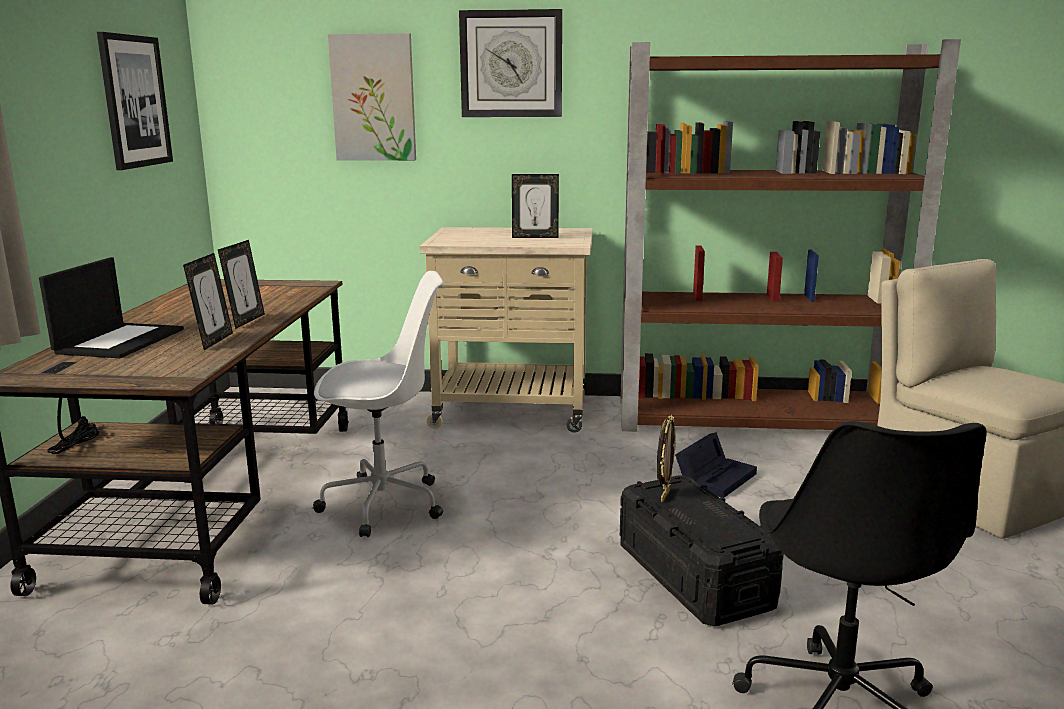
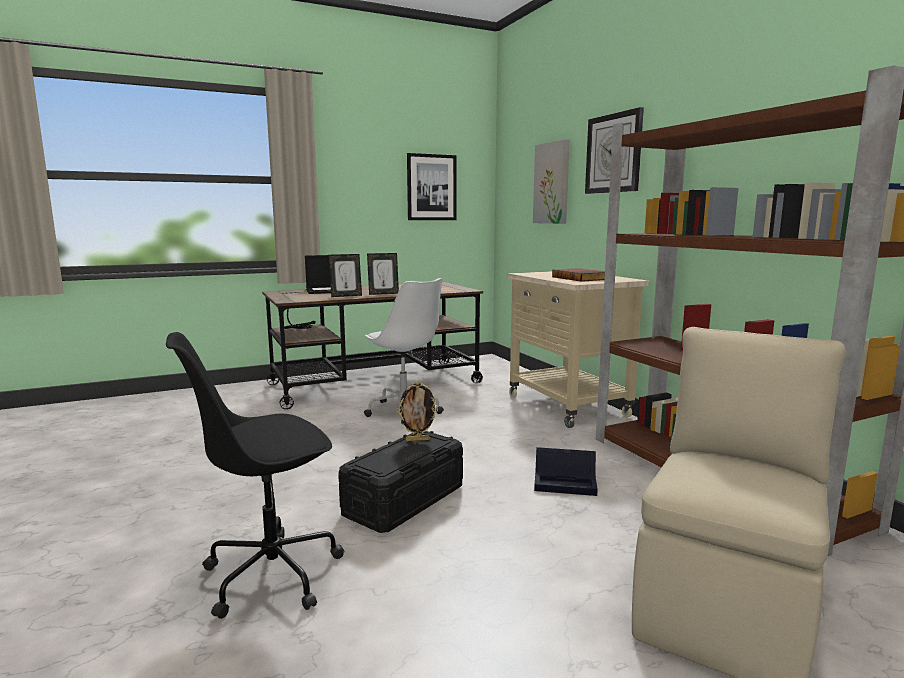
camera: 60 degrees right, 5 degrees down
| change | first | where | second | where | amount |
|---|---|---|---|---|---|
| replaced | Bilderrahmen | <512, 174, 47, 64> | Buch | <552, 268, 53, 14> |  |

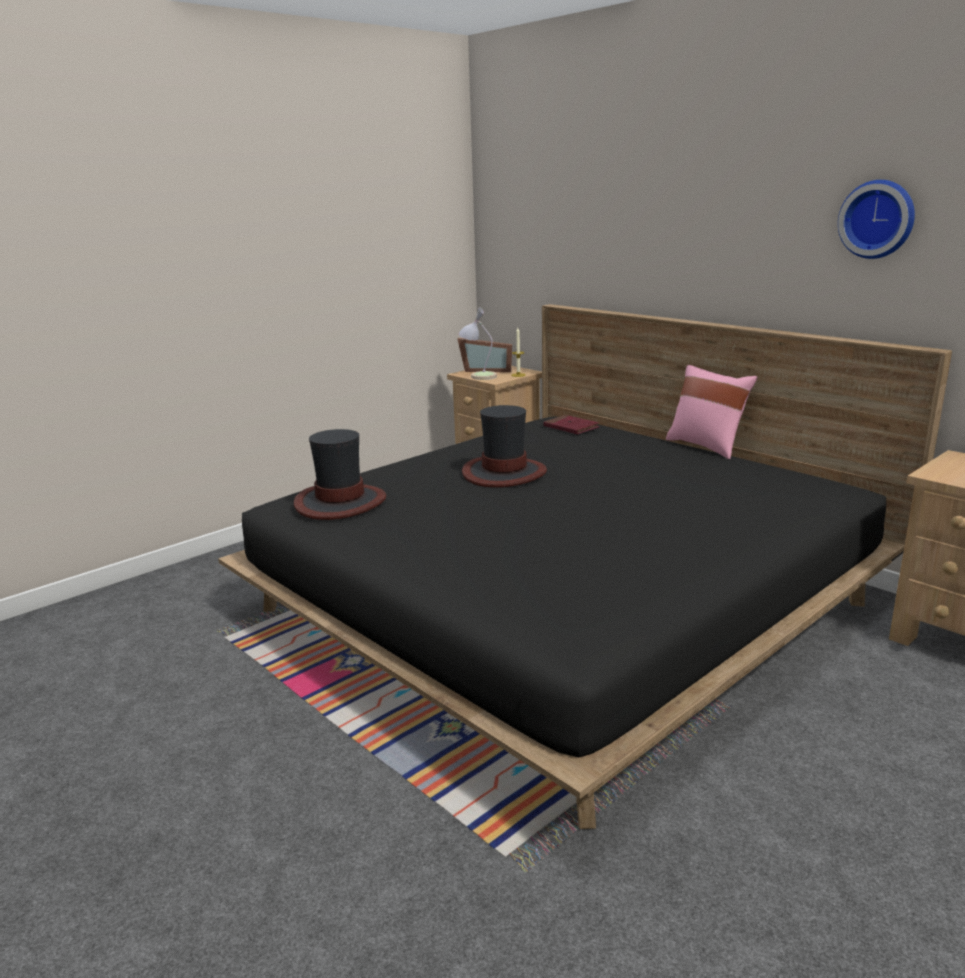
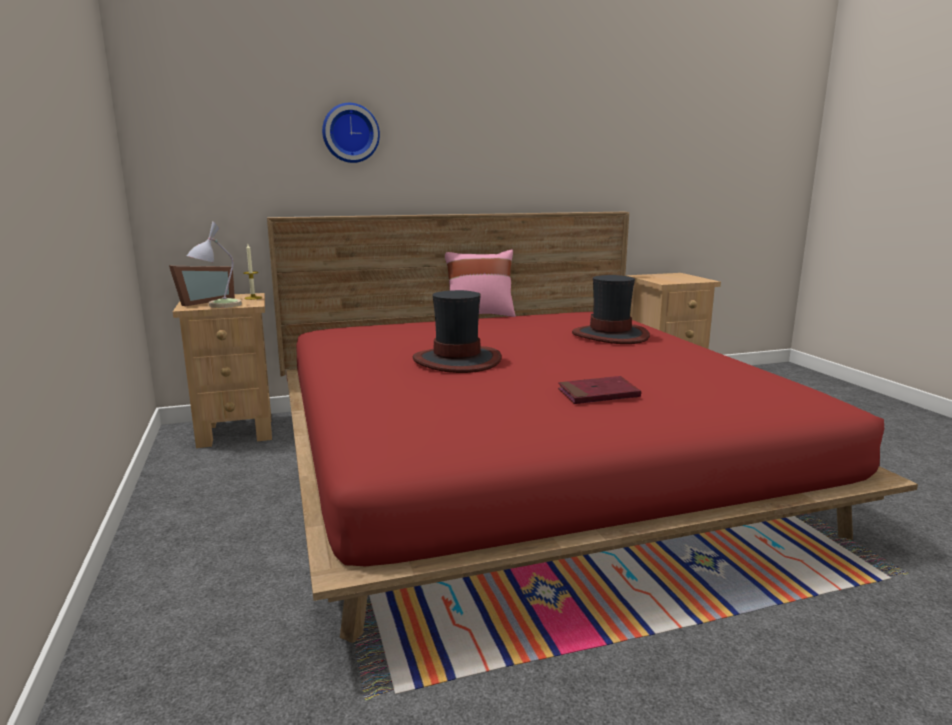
camera: 65 degrees left, 5 degrees down
| change | first | where | second | where | amount |
|---|---|---|---|---|---|
| moved | Wanduhr | <838, 180, 77, 79> |  | <322, 103, 58, 60> |  |
| recoloured | Bett [schwarz] | <218, 304, 734, 525> | Bett [rot] | <267, 212, 651, 431> |  |
| moved | Buch [rot] | <543, 415, 56, 19> |  | <558, 376, 83, 28> |  |
| moved | Hut | <294, 429, 92, 91> |  | <572, 275, 78, 69> |  |

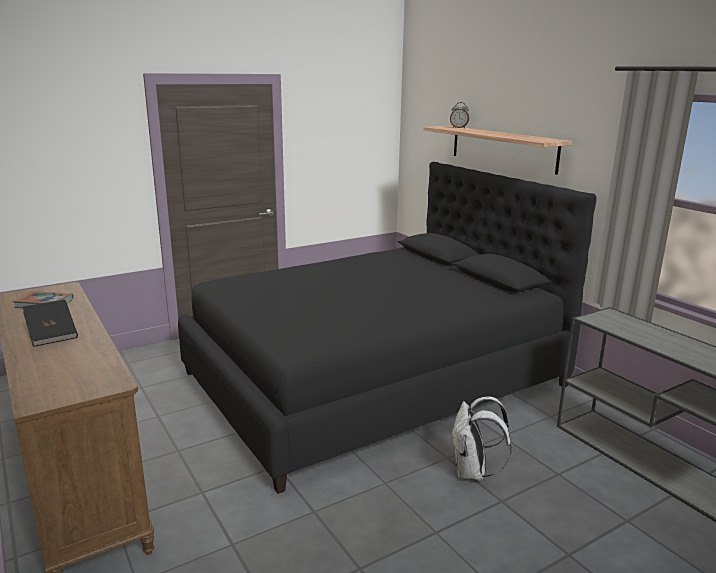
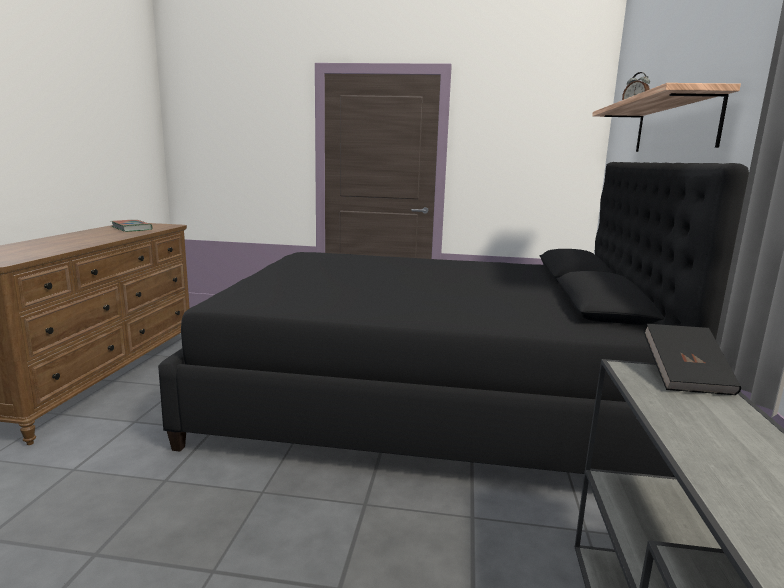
camera: 40 degrees right, 5 degrees down
| change | first | where | second | where | amount |
|---|---|---|---|---|---|
| moved | Buch [schwarz] | <23, 300, 55, 47> |  | <643, 324, 98, 71> |  |
| removed | Rucksack [weiß] | <452, 396, 60, 84> |  |  |  |

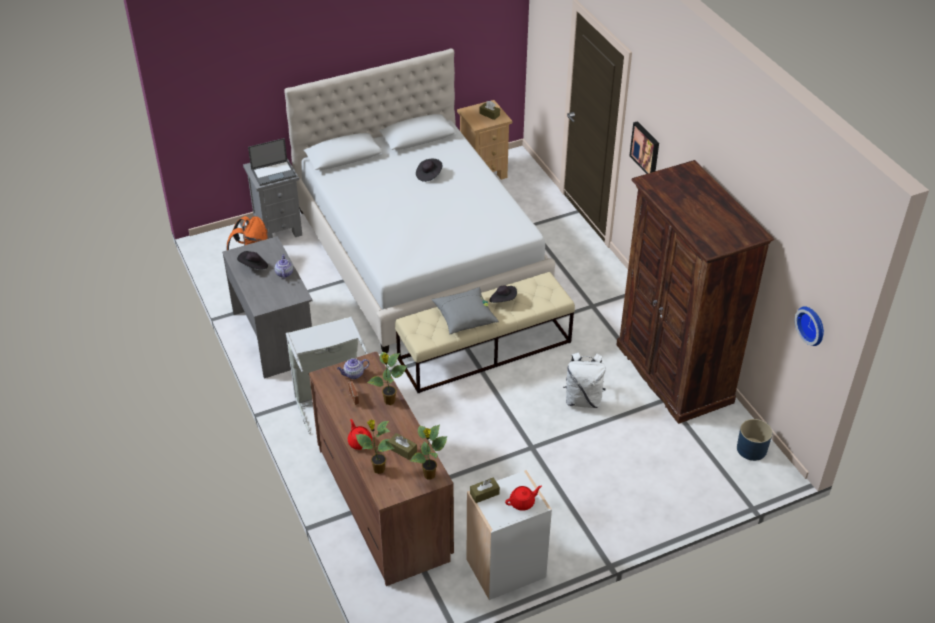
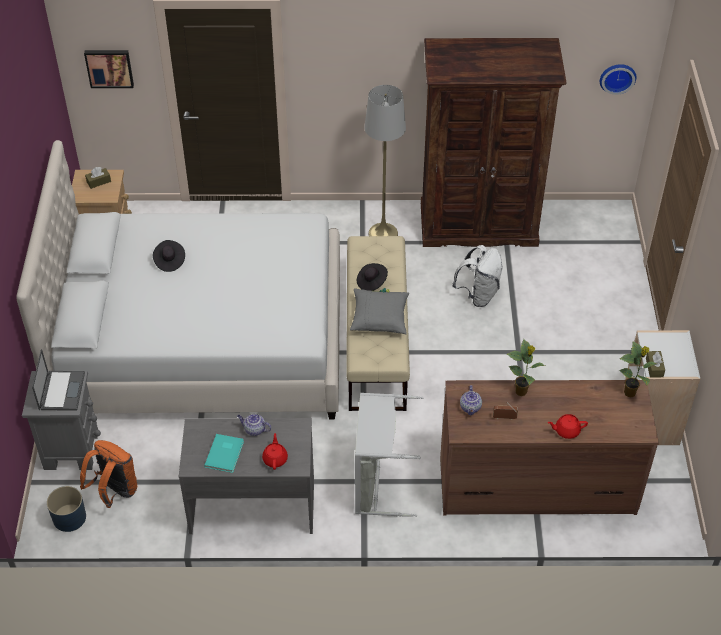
camera: 65 degrees left, 5 degrees up
| change | first | where | second | where | amount |
|---|---|---|---|---|---|
| moved | Bild | <629, 121, 30, 53> |  | <84, 50, 50, 38> |  |
| replaced | Hut [schwarz] | <237, 251, 31, 18> | Buch [türkis] | <204, 434, 40, 39> |  |
| moved | Pflanzkübel [blau] | <737, 419, 35, 42> |  | <47, 486, 39, 46> |  |
| removed | Topfpflanze | <355, 420, 40, 54> |  |  |  |
| removed | Taschentuchbox [braun] | <388, 433, 29, 27> |  |  |  |
| moved | Teekanne [rot] | <505, 486, 37, 25> |  | <262, 433, 26, 37> |  |
| added |  |  | Stehlampe [grau] | <364, 85, 42, 151> |  |

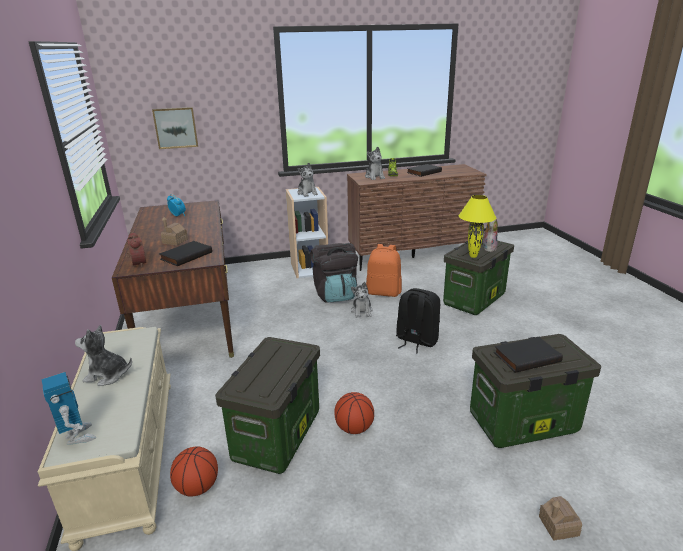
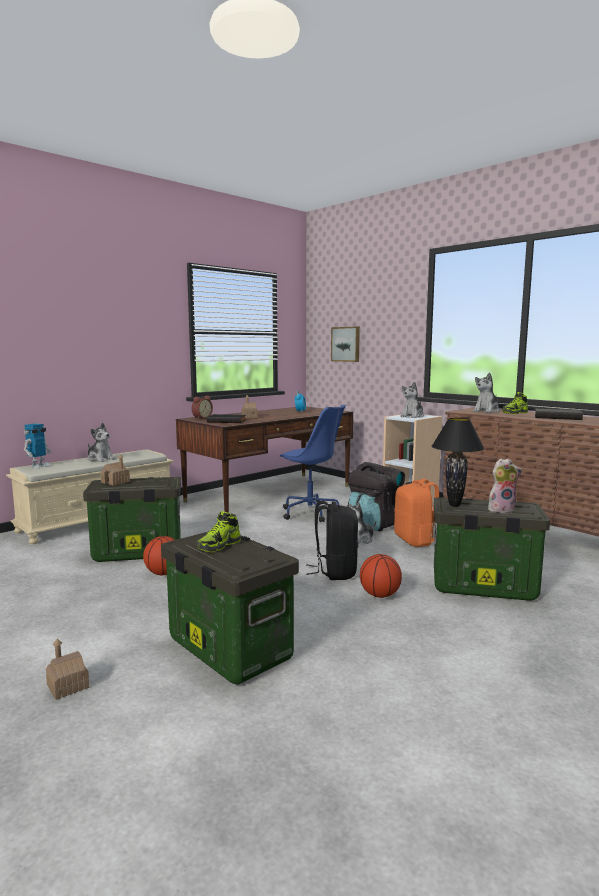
camera: 60 degrees right, 15 degrees down
| change | first | where | second | where | amount |
|---|---|---|---|---|---|
| recoloured | Tischlampe [gelb] | <459, 195, 37, 63> | Tischlampe [schwarz] | <432, 418, 53, 89> |  |
| turned | Plüschtier | <75, 325, 57, 61> |  | <88, 422, 28, 40> | 150 degrees clockwise |
| replaced | Buch [schwarz] | <494, 337, 69, 36> | Schuh | <197, 511, 44, 41> |  |
| moved | Basketball | <170, 447, 48, 49> |  | <360, 554, 42, 44> |  |
| added |  |  | Bürostuhl [blau] | <280, 404, 67, 118> |  |
| added |  |  | Spielzeughaus | <101, 454, 29, 32> |  |

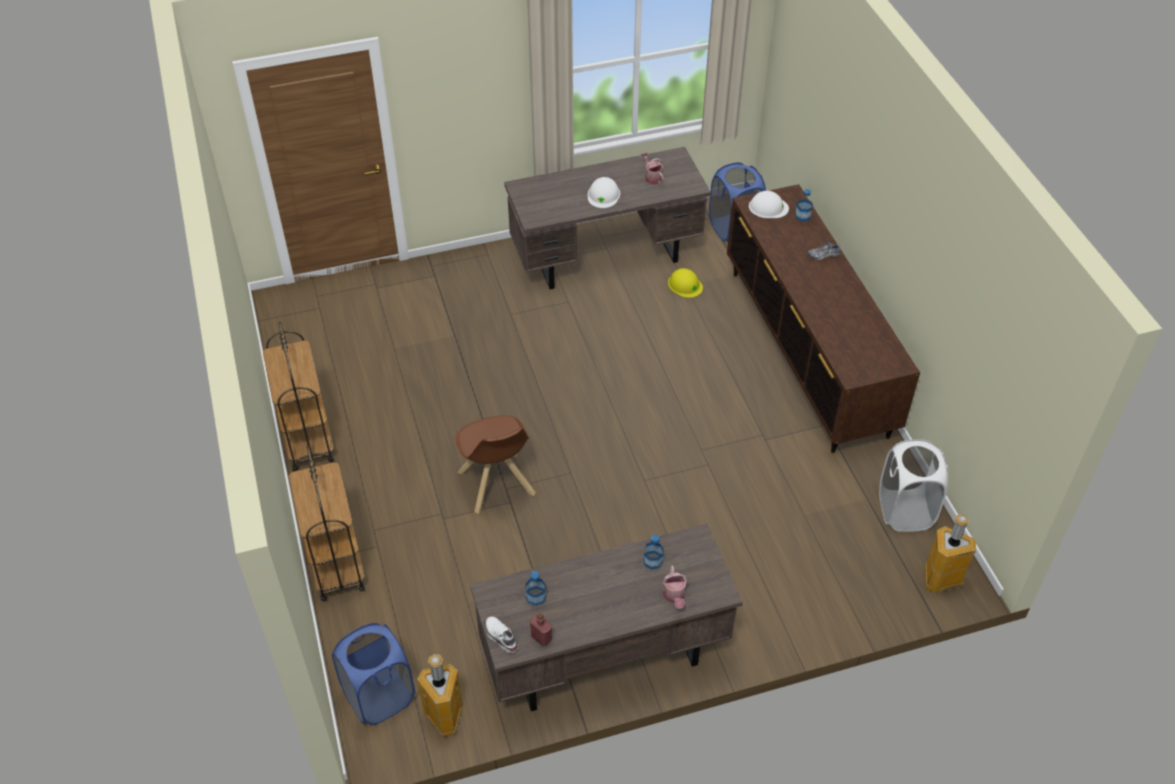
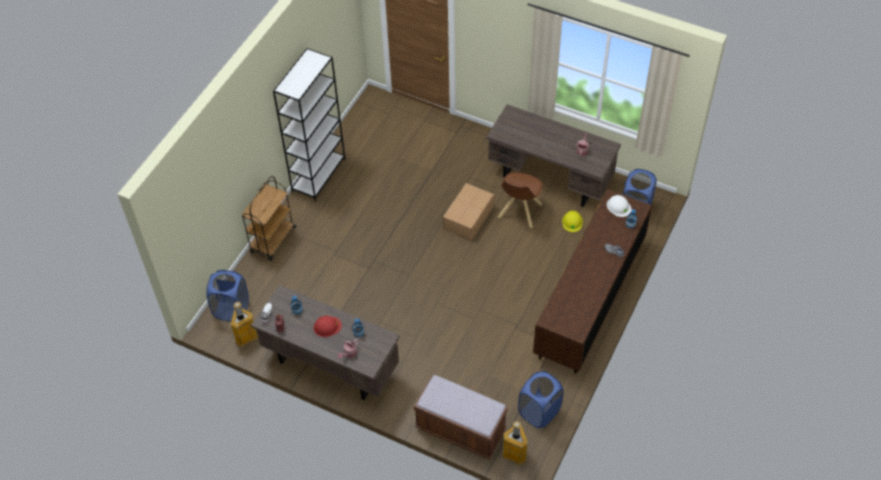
camera: 45 degrees right, 5 degrees up
| change | first | where | second | where | amount |
|---|---|---|---|---|---|
| removed | Schutzhelm [weiß] | <588, 177, 32, 31> |  |  |  |
| replaced | Rollwagen [braun] | <263, 322, 71, 149> | Bücherregal [weiß] | <273, 48, 73, 154> |  |
| moved | Stuhl [braun] | <455, 415, 81, 99> |  | <498, 173, 45, 55> |  |
| recoloured | Wäschekorb [weiß] | <879, 439, 69, 93> | Wäschekorb [blau] | <518, 371, 45, 57> |  |
| added |  |  | Karton | <443, 183, 51, 58> |  |
| added |  |  | Schutzhelm [rot] | <313, 316, 29, 21> |  |
| added |  |  | Bank [braun] | <414, 375, 94, 85> |  |

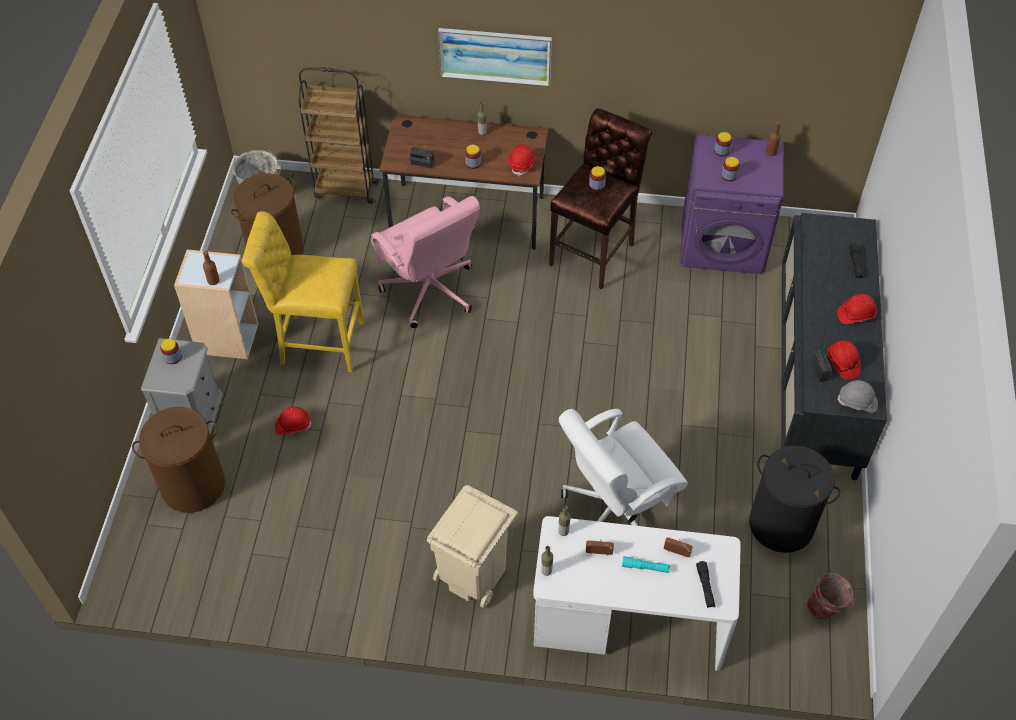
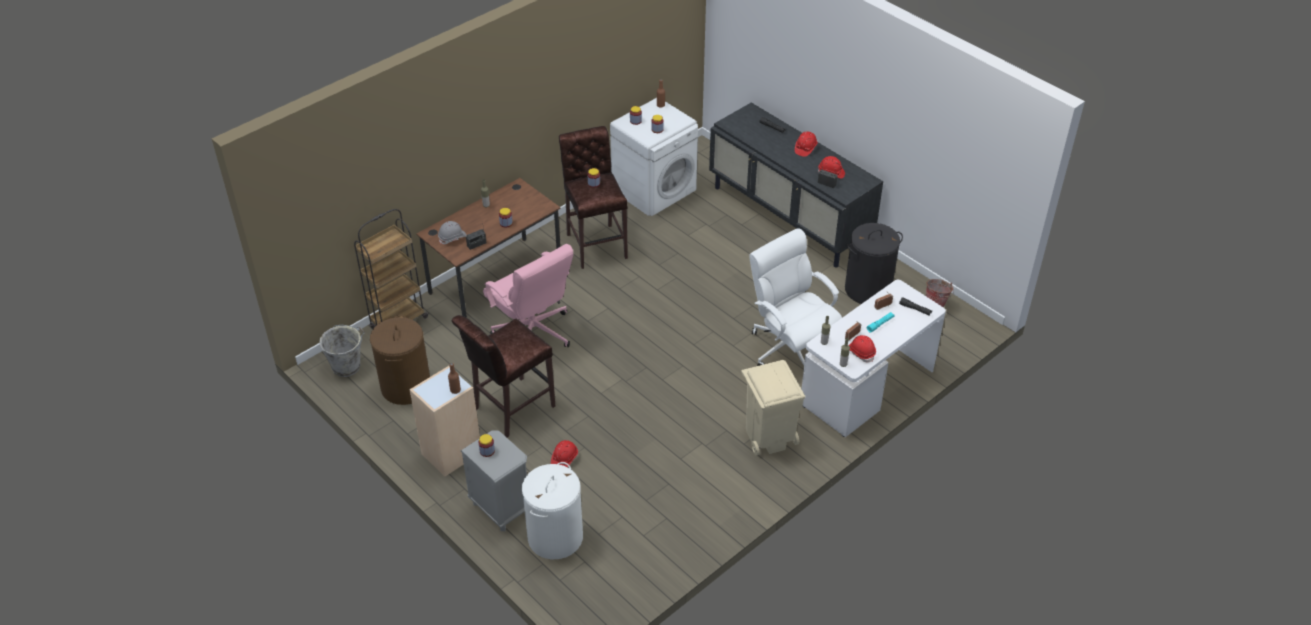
camera: 50 degrees left, 10 degrees down
| change | first | where | second | where | amount |
|---|---|---|---|---|---|
| removed | Bild | <438, 28, 114, 59> |  |  |  |
| recoloured | Waschmaschine [lila] | <680, 134, 104, 140> | Waschmaschine [weiß] | <610, 98, 88, 118> |  |
| moved | Schutzhelm [rot] | <508, 144, 28, 33> |  | <849, 335, 27, 28> |  |
| turned | Bürostuhl [rosa] | <371, 196, 109, 132> |  | <483, 244, 90, 103> | 45 degrees clockwise |
| recoloured | Hocker [gelb] | <242, 211, 122, 161> | Hocker [braun] | <452, 315, 103, 122> |  |
| moved | Schutzhelm [grau] | <837, 380, 41, 33> |  | <438, 221, 29, 23> |  |
| recoloured | Wäschekorb [braun] | <132, 407, 93, 106> | Wäschekorb [weiß] | <522, 462, 61, 97> |  |
| turned | Bürostuhl [weiß] | <559, 409, 129, 117> |  | <749, 228, 93, 138> | 135 degrees clockwise |

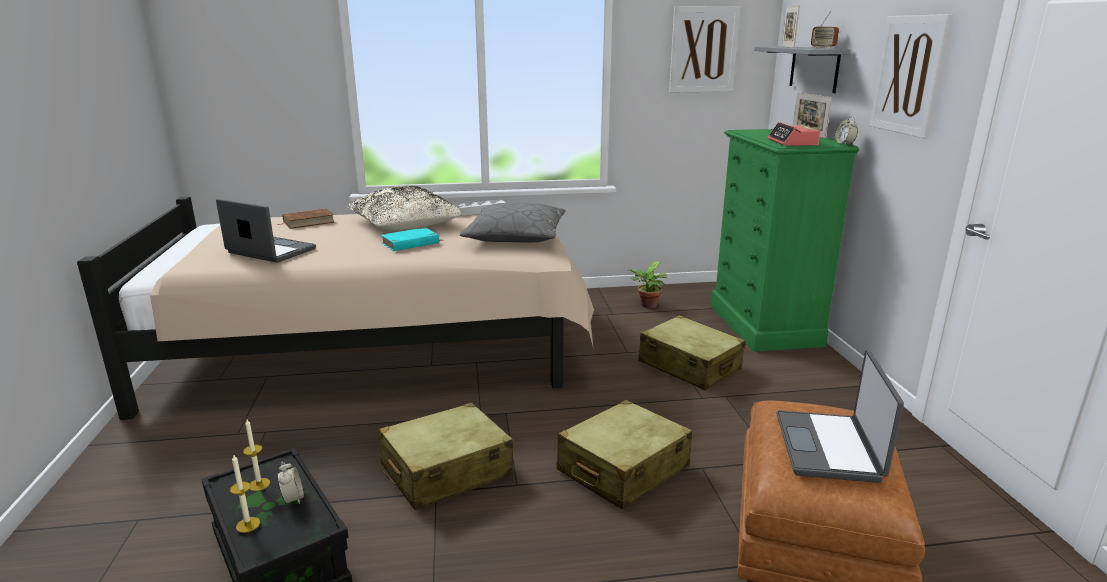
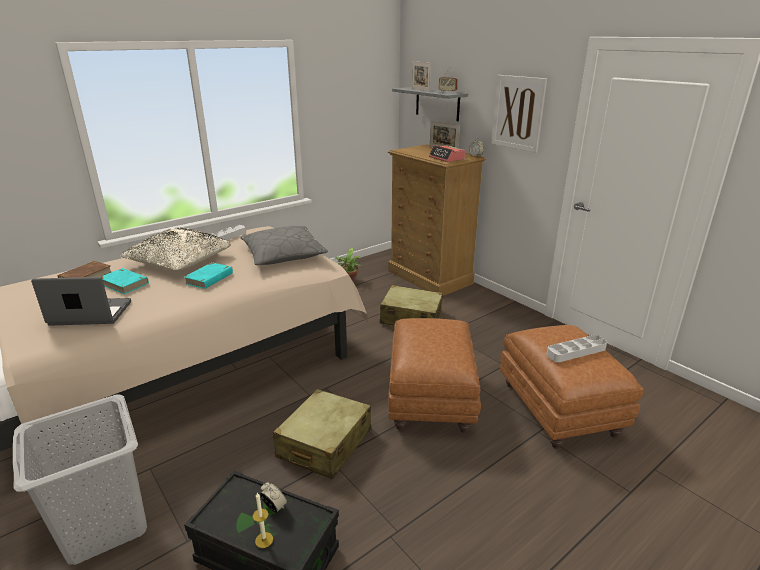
camera: 30 degrees left, 5 degrees up
| change | first | where | second | where | amount |
|---|---|---|---|---|---|
| removed | Bild | <669, 6, 71, 87> |  |  |  |
| recoloured | Kommode [grün] | <710, 129, 149, 223> | Kommode [braun] | <388, 144, 97, 152> |  |
| replaced | Laptop | <776, 350, 128, 133> | Tablett [grau] | <547, 335, 60, 27> |  |
| replaced | Koffer [beige] | <557, 400, 136, 110> | Polsterhocker [braun] | <388, 318, 93, 115> |  |
| removed | Kerze | <243, 420, 27, 71> |  |  |  |
| added |  |  | Buch [türkis] | <100, 268, 49, 26> |  |
| added |  |  | Wäschekorb [grau] | <13, 395, 134, 170> |  |

